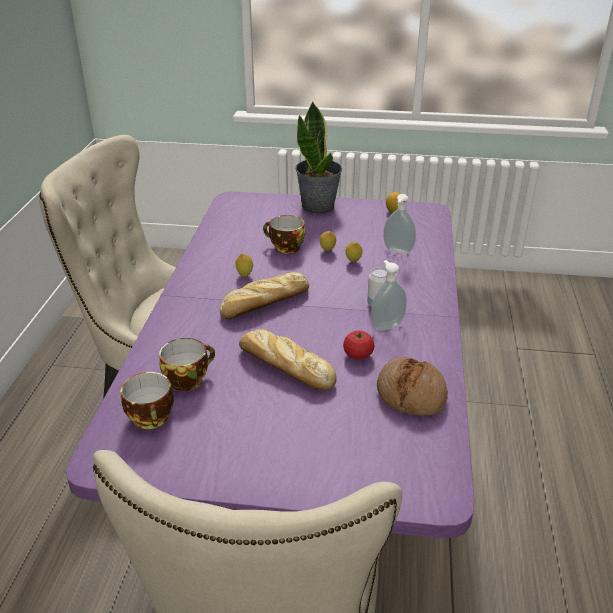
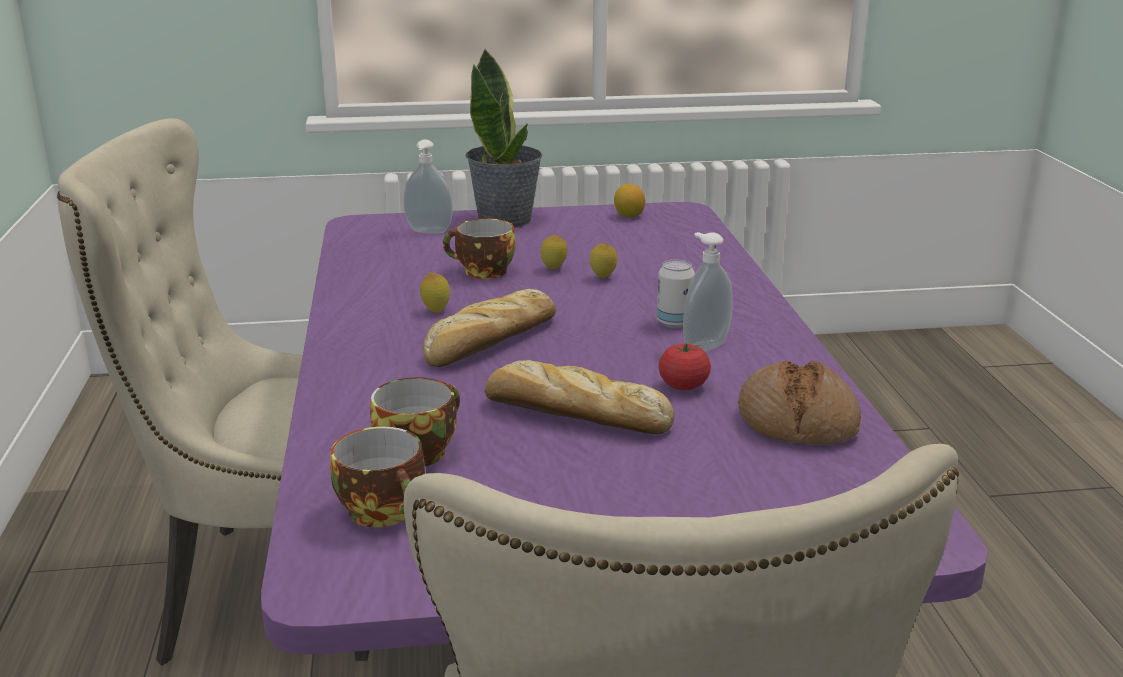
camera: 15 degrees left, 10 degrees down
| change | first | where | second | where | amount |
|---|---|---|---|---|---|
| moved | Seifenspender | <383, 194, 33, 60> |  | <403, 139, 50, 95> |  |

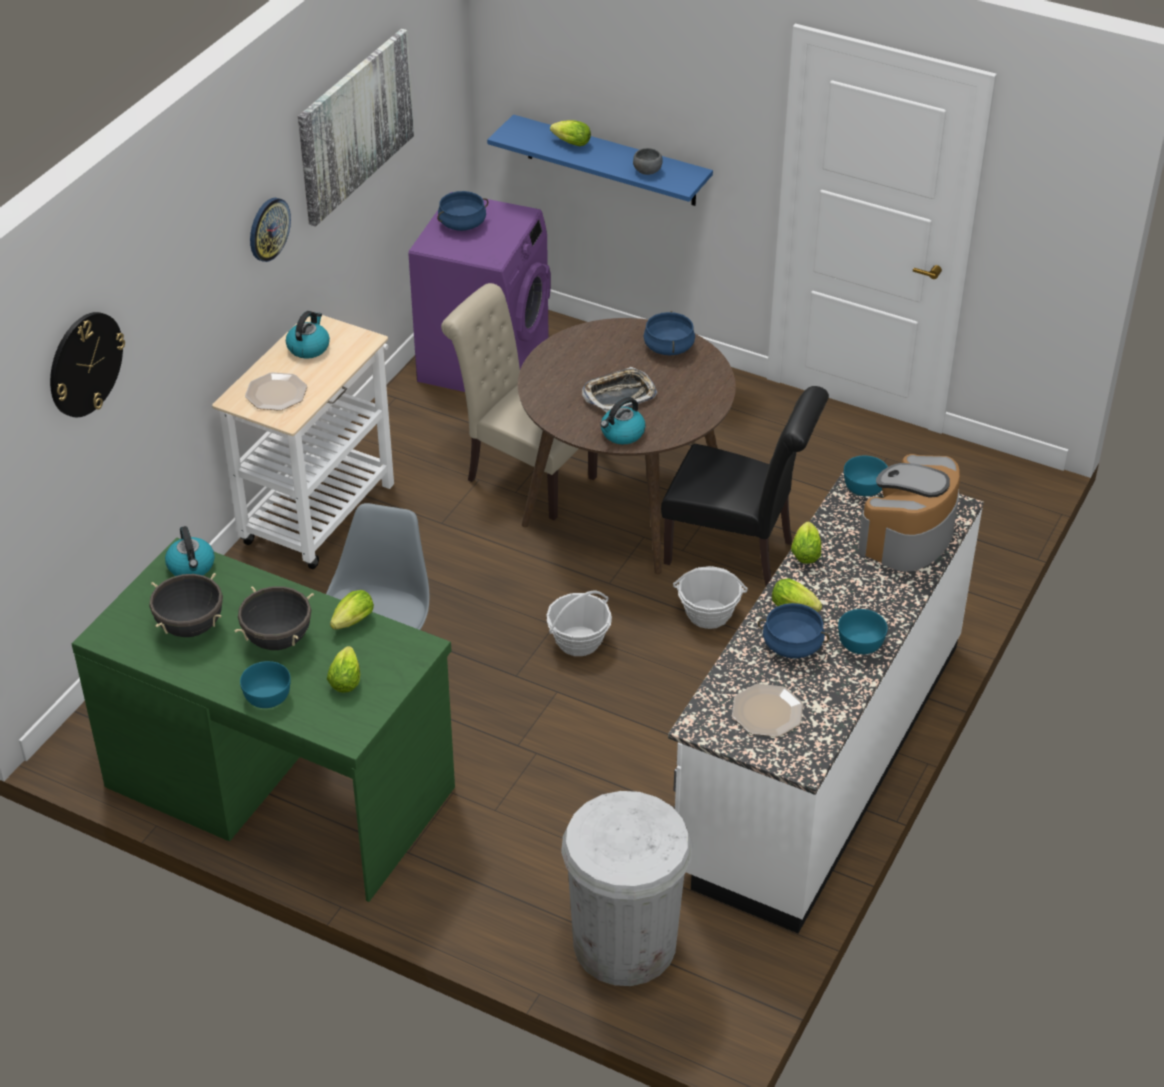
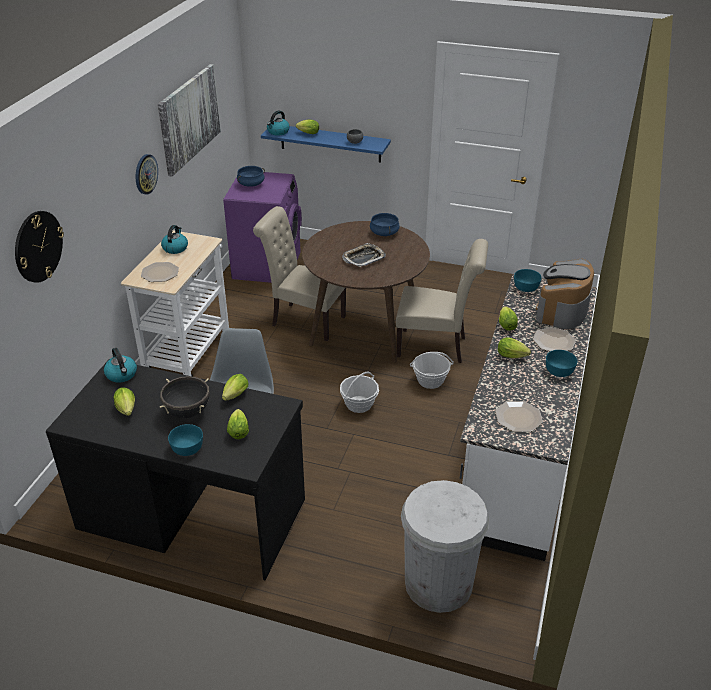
camera: 10 degrees left, 5 degrees down
| change | first | where | second | where | amount |
|---|---|---|---|---|---|
| recoloured | Stuhl [schwarz] | <661, 386, 168, 200> | Stuhl [beige] | <396, 239, 92, 124> |  |
| moved | Wasserkessel | <600, 397, 46, 47> |  | <267, 111, 23, 25> |  |
| recoloured | Schreibtisch [grün] | <72, 537, 383, 365> | Schreibtisch [schwarz] | <46, 359, 259, 221> |  |
| replaced | Kochtopf [schwarz] | <150, 573, 73, 64> | Salatkopf | <113, 387, 22, 29> |  |
| removed | Kochtopf [blau] | <758, 603, 71, 56> |  |  |  |
| added |  |  | Teller | <533, 327, 43, 24> |  |

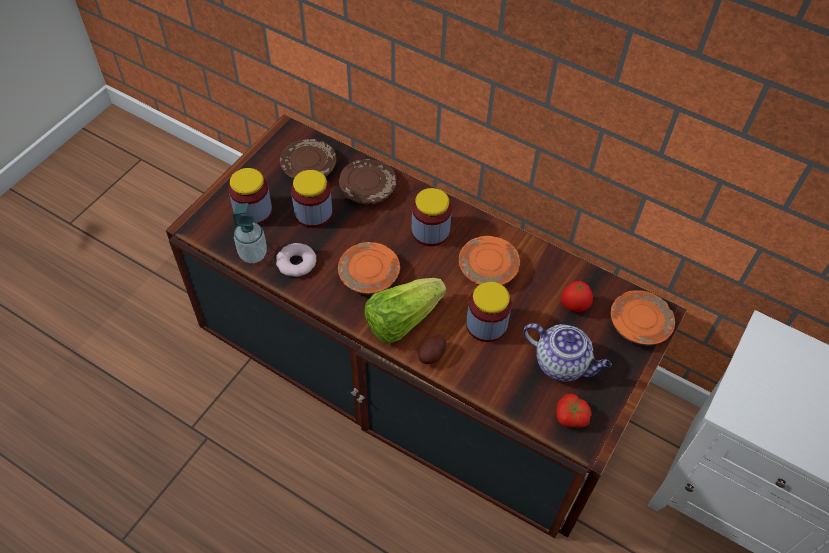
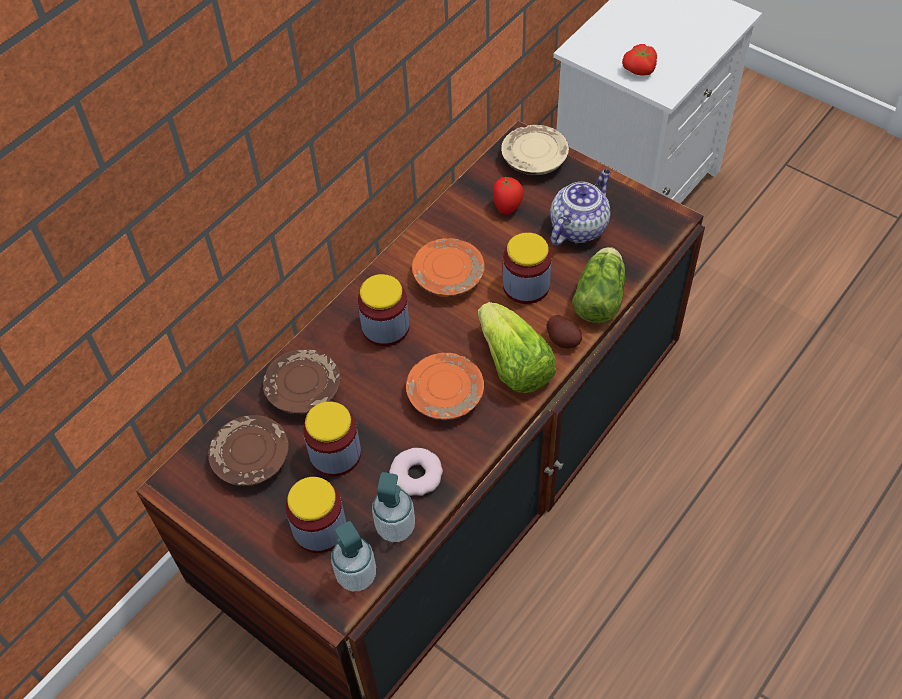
camera: 80 degrees left, 0 degrees up
| change | first | where | second | where | amount |
|---|---|---|---|---|---|
| recoloured | Teller [orange] | <611, 290, 64, 56> | Teller [beige] | <501, 125, 68, 50> |  |
| moved | Tomate | <556, 393, 36, 35> |  | <622, 44, 35, 32> |  |
| added |  |  | Salatkopf | <572, 247, 54, 76> |  |
| added |  |  | Seifenspender | <331, 521, 45, 70> |  |

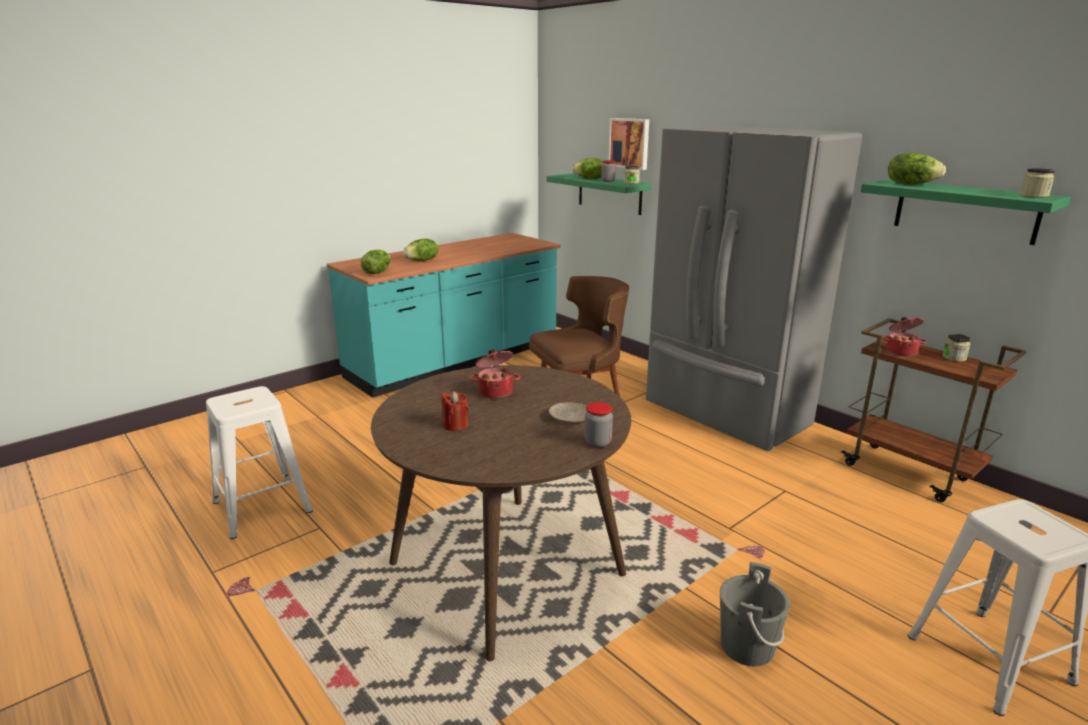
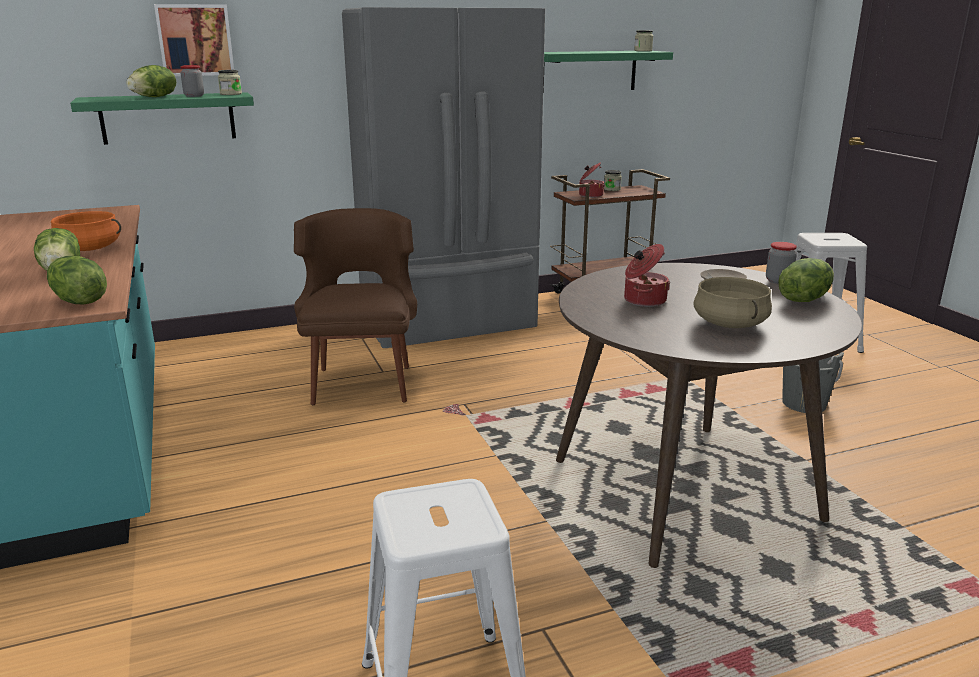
camera: 70 degrees left, 0 degrees up
| change | first | where | second | where | amount |
|---|---|---|---|---|---|
| moved | Salatkopf | <888, 153, 58, 31> |  | <778, 258, 56, 44> |  |
| replaced | Kerze [rot] | <442, 391, 26, 40> | Kochtopf [beige] | <693, 277, 79, 51> |  |
| added |  |  | Kochtopf [orange] | <51, 211, 70, 40> |  |

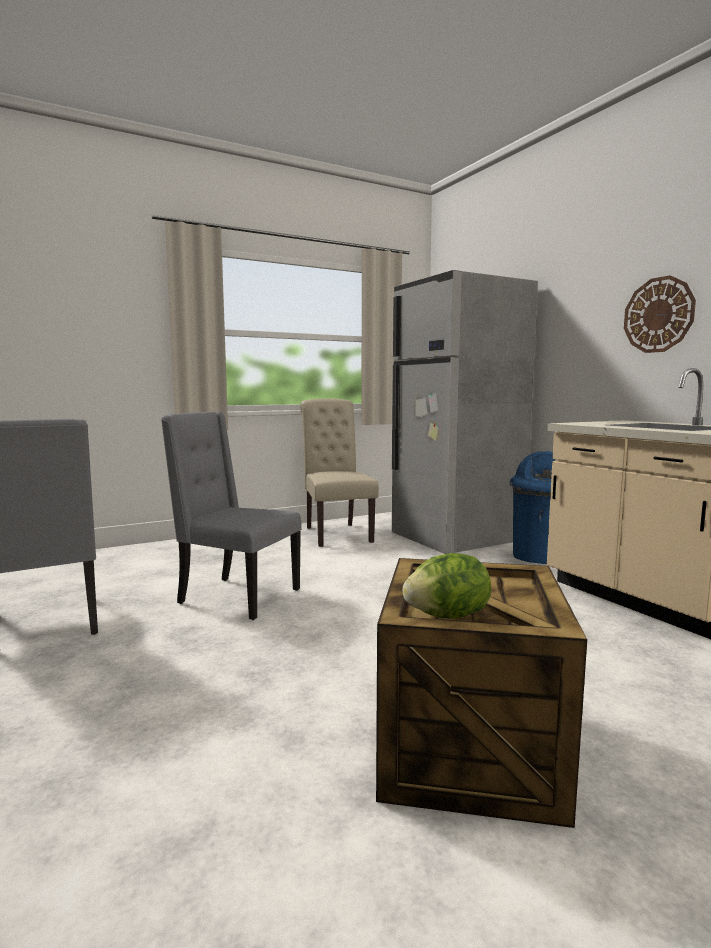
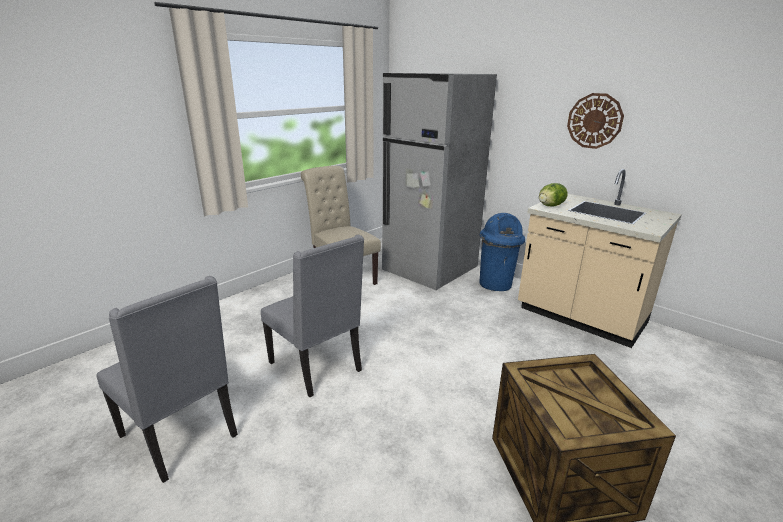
camera: 20 degrees left, 15 degrees up
| change | first | where | second | where | amount |
|---|---|---|---|---|---|
| turned | Stuhl [grau] | <161, 412, 141, 208> |  | <261, 235, 103, 162> | 135 degrees counterclockwise |
| moved | Salatkopf | <403, 553, 88, 66> |  | <539, 183, 28, 23> |  |

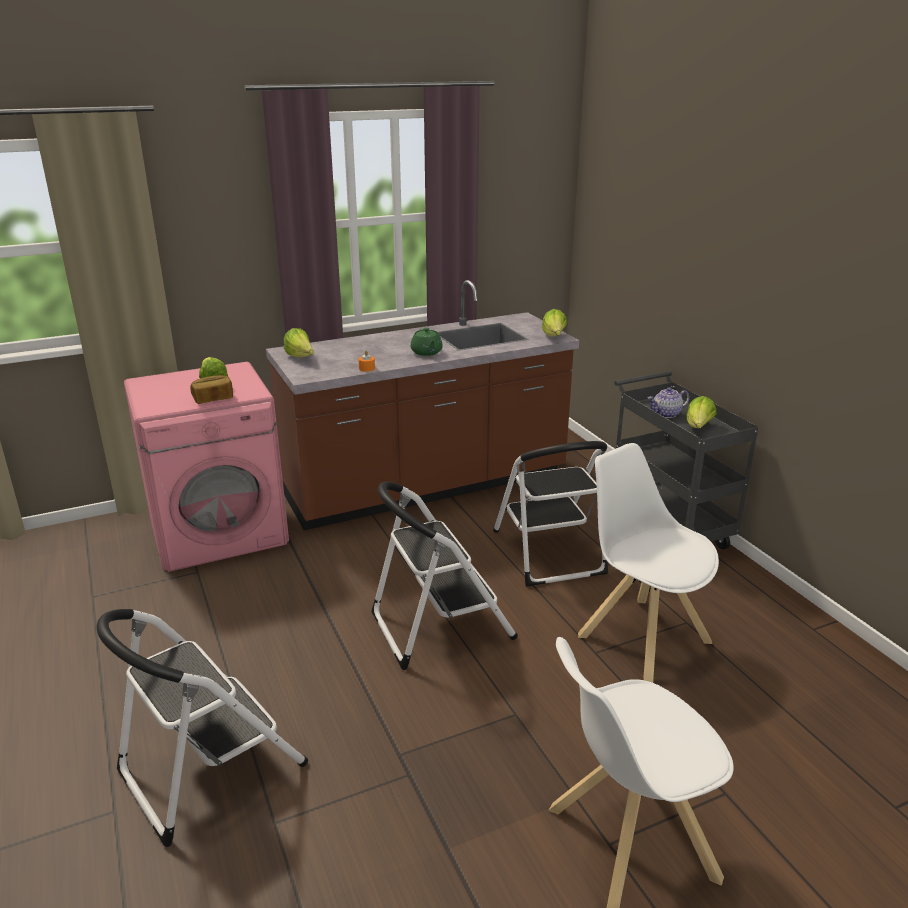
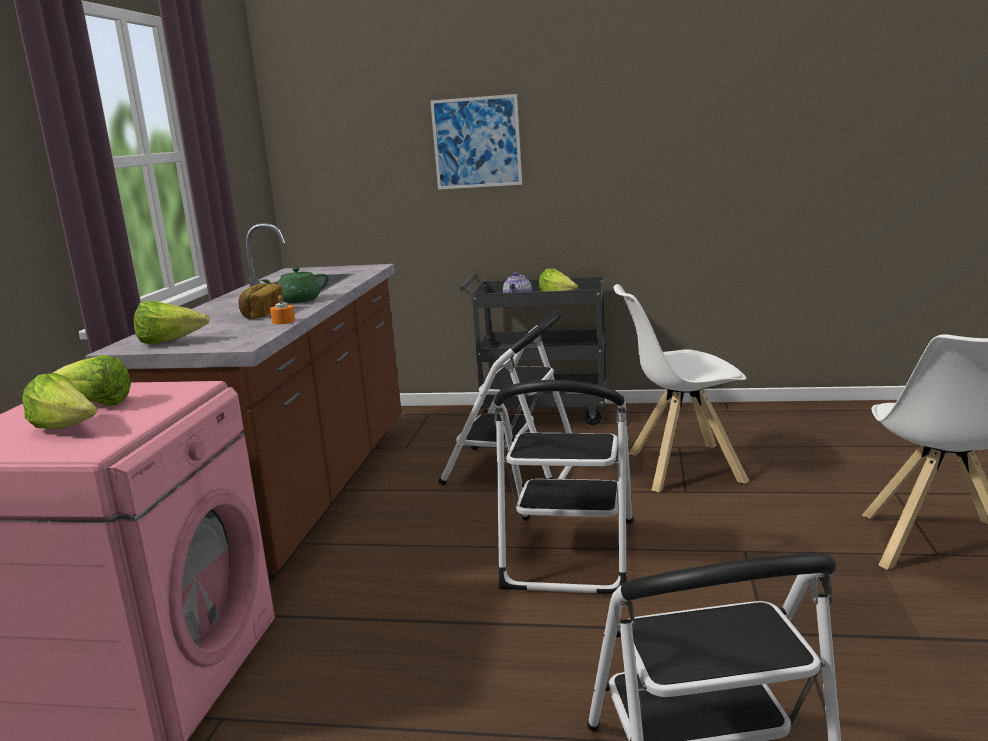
camera: 55 degrees left, 10 degrees down
| change | first | where | second | where | amount |
|---|---|---|---|---|---|
| moved | Salatkopf | <542, 309, 25, 27> |  | <22, 373, 75, 56> |  |
| turned | Teekanne [grün] | <410, 328, 33, 28> |  | <261, 267, 68, 36> | 135 degrees clockwise |
| moved | Brot | <190, 375, 43, 29> |  | <239, 283, 45, 36> |  |
| added |  |  | Bild | <430, 94, 92, 96> |  |

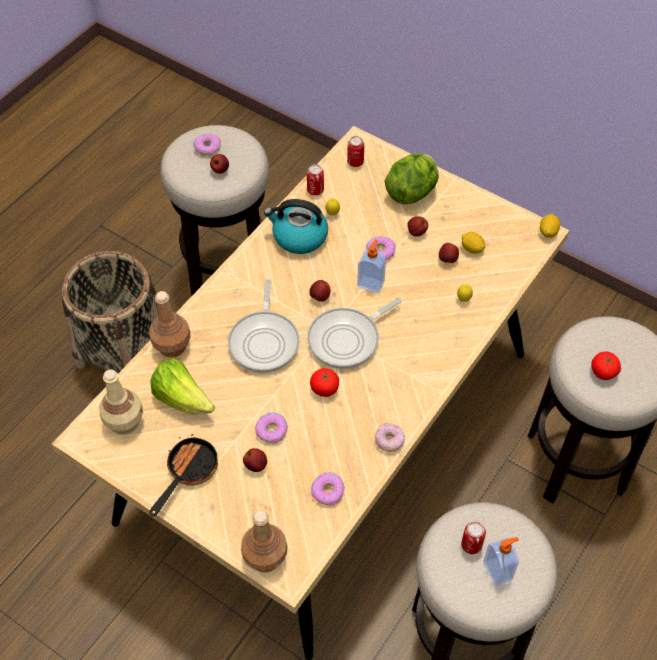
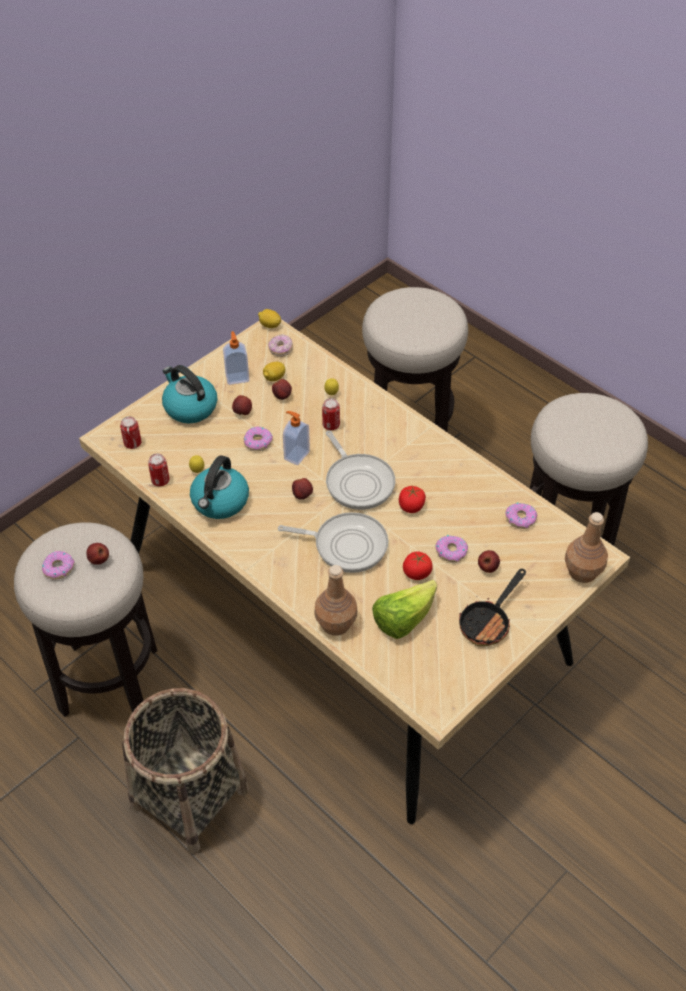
camera: 80 degrees left, 5 degrees down
| change | first | where | second | where | amount |
|---|---|---|---|---|---|
| replaced | Salatkopf | <385, 153, 54, 51> | Wasserkessel | <162, 365, 55, 58> |  |
| moved | Tomate | <591, 352, 30, 28> |  | <403, 551, 30, 29> |  |
| removed | Flasche [beige] | <99, 369, 44, 66> |  |  |  |
| moved | Donut | <375, 423, 30, 29> |  | <268, 334, 25, 23> |  |
| turned | Pfanne | <149, 434, 69, 82> |  | <459, 569, 67, 77> | 90 degrees counterclockwise |
| moved | Dose | <461, 521, 25, 33> |  | <322, 398, 18, 32> |  |
| moved | Seifenspender | <483, 537, 36, 49> |  | <223, 331, 26, 54> |  |

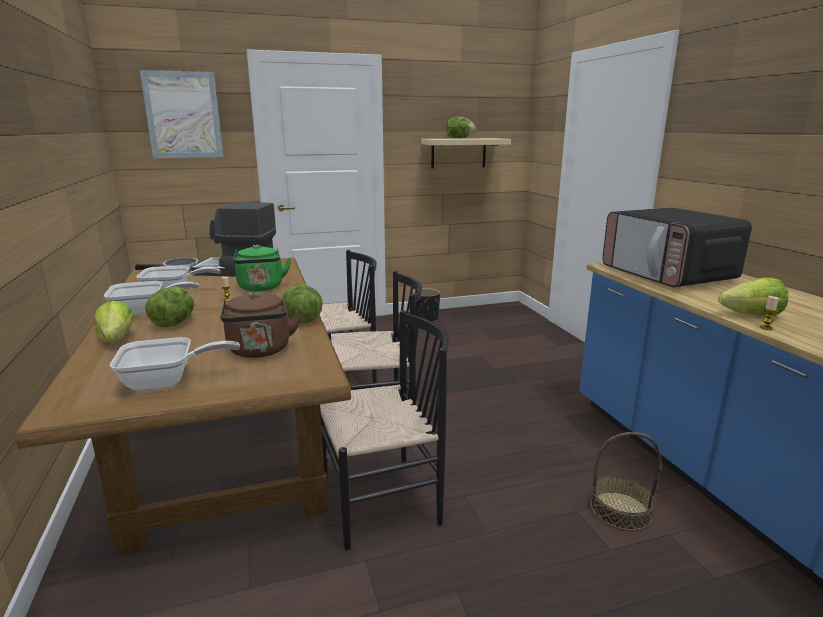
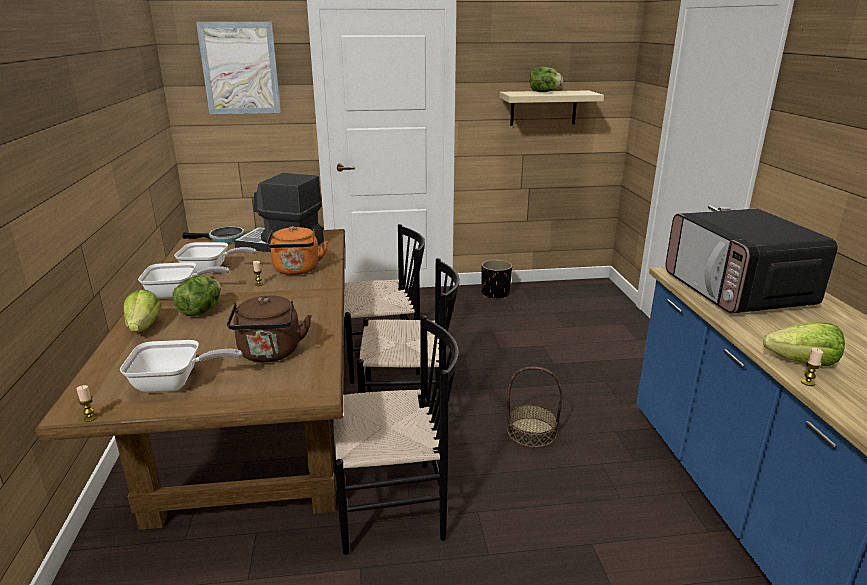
camera: 10 degrees right, 5 degrees up
| change | first | where | second | where | amount |
|---|---|---|---|---|---|
| recoloured | Wasserkessel [grün] | <233, 245, 58, 46> | Wasserkessel [orange] | <267, 226, 61, 49> |  |
| removed | Salatkopf | <283, 284, 40, 39> |  |  |  |
| moved | Korb | <591, 432, 70, 99> |  | <507, 367, 55, 81> |  |
| added |  |  | Kerze | <76, 385, 22, 37> |  |

